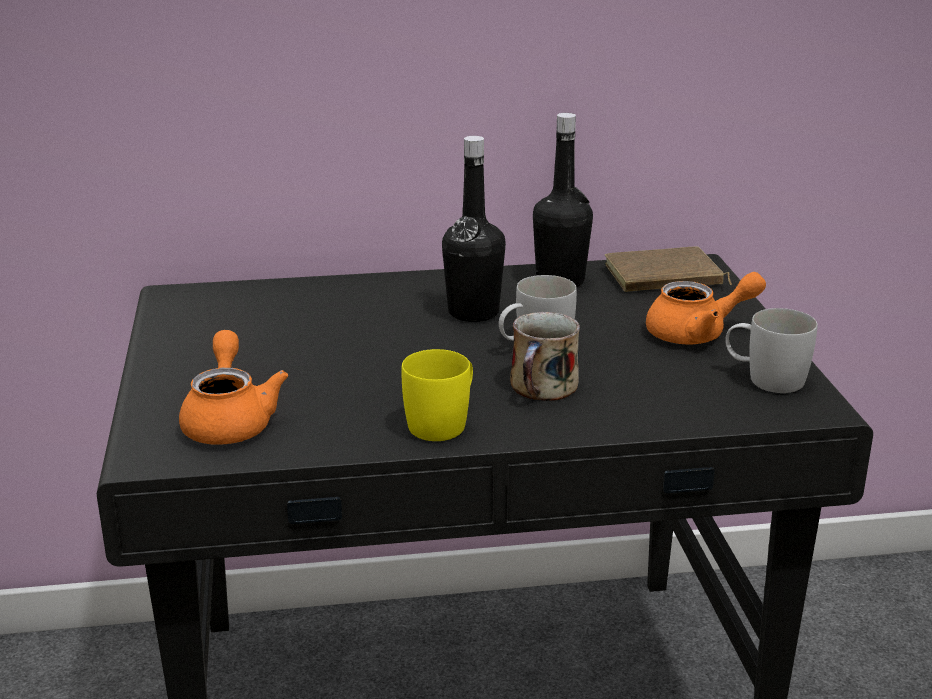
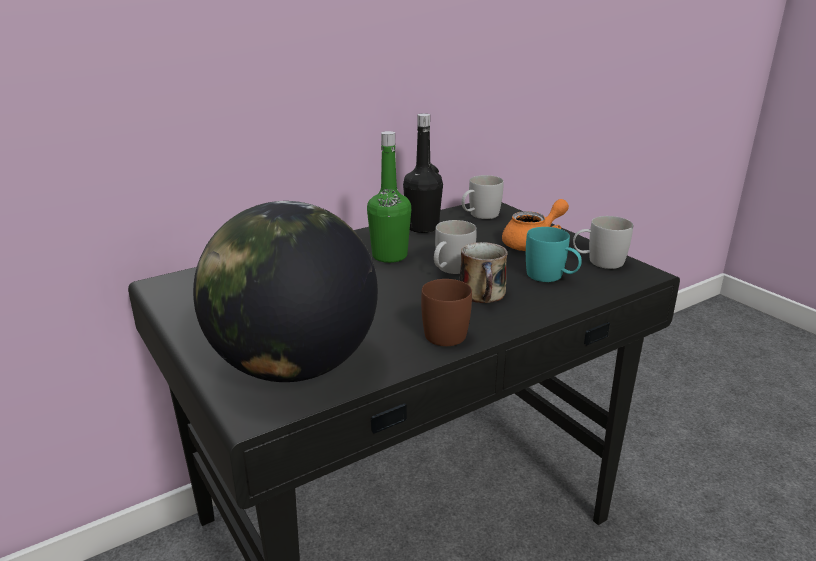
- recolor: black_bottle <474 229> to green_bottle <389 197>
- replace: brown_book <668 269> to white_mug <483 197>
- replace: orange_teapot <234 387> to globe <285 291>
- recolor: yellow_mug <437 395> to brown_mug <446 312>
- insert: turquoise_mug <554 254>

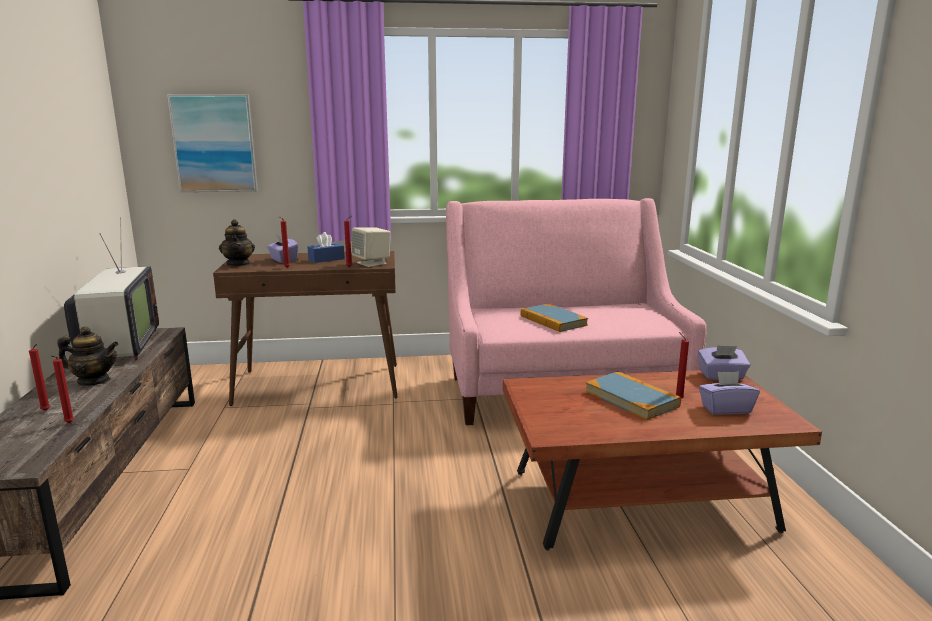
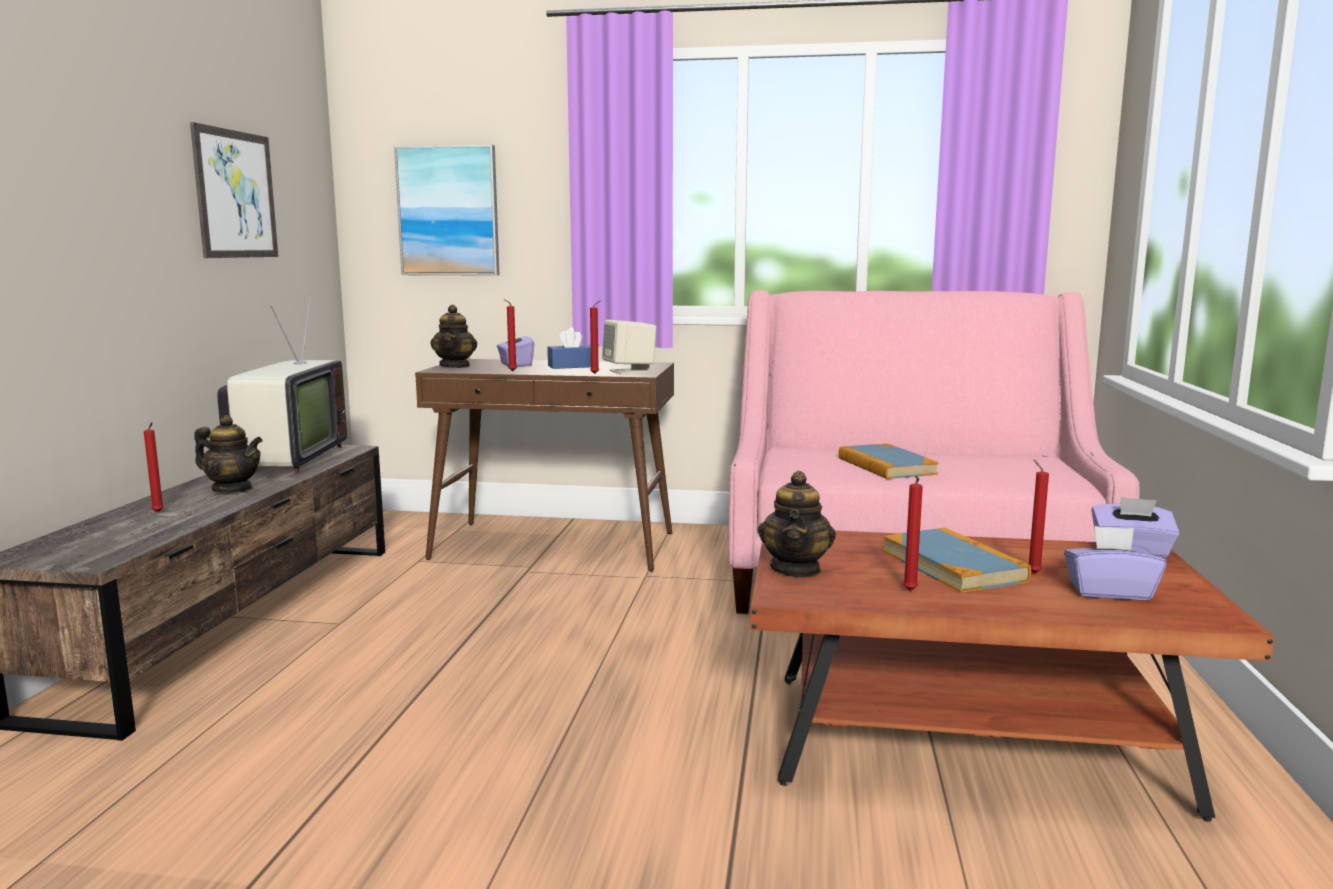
- move: red_candle <62 389> to <913 533>
- insert: picture <234 190>
- insert: teapot <797 524>

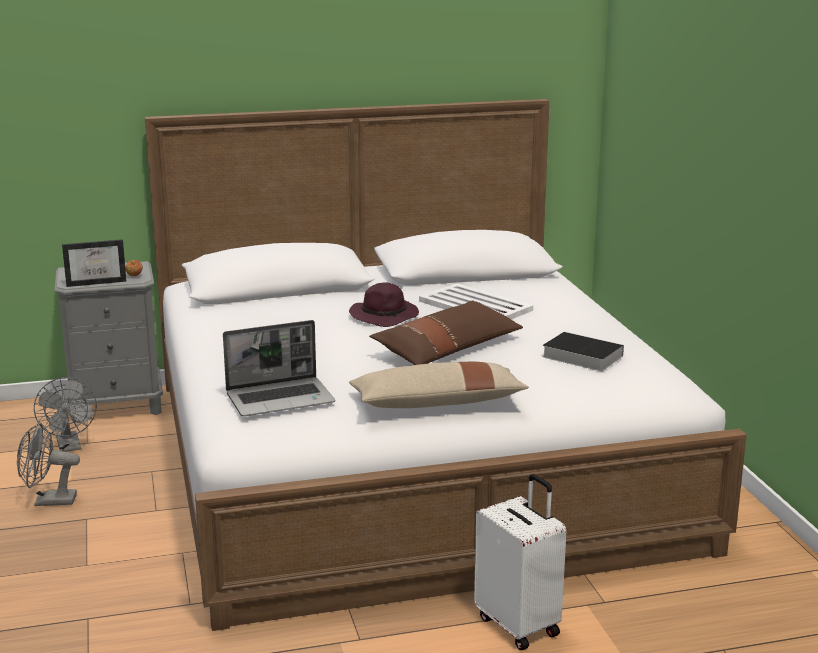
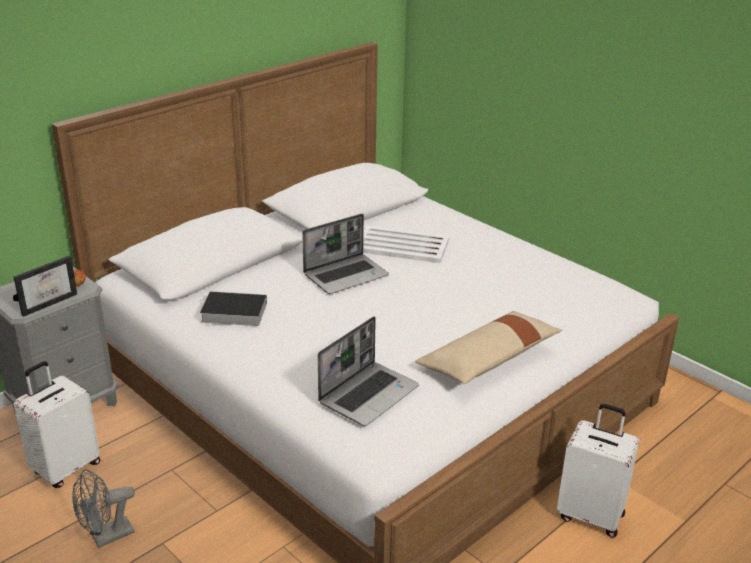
- replace: purple_hat <384 304> to laptop <345 254>
- delete: brown_pillow <446 332>
- move: book <583 351> to <233 308>
- replace: grey_fan <65 414> to white_suitcase <57 424>

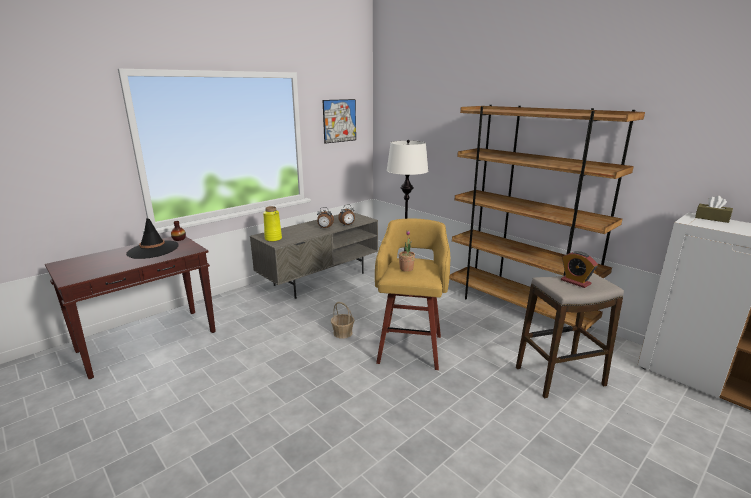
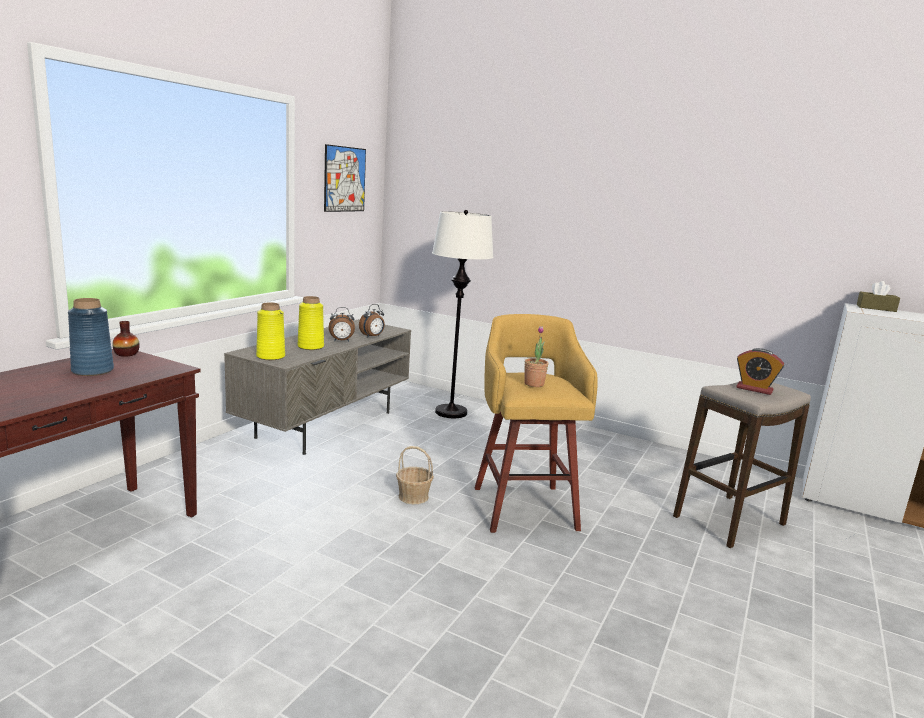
- delete: brown_bookcase <547 217>
- replace: black_hat <152 238> to blue_vase <91 337>
- insert: yellow_vase <310 323>

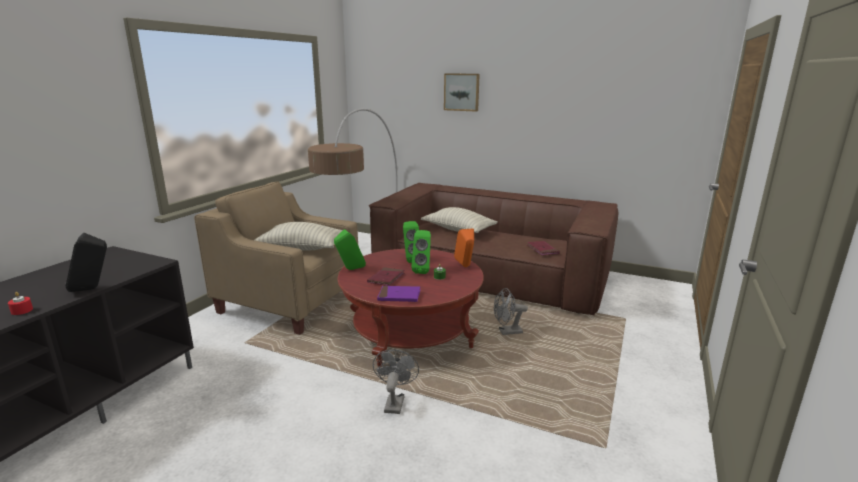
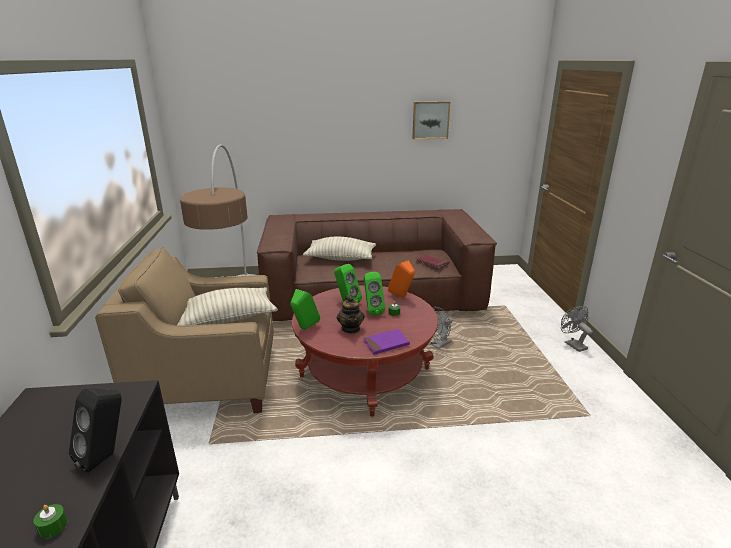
- move: picture <462 92> to <431 120>
- replace: red_book <385 276> to teapot <351 314>
- recolor: red_candle <20 303> to green_candle <50 521>
- move: grey_fan <396 381> to <577 329>

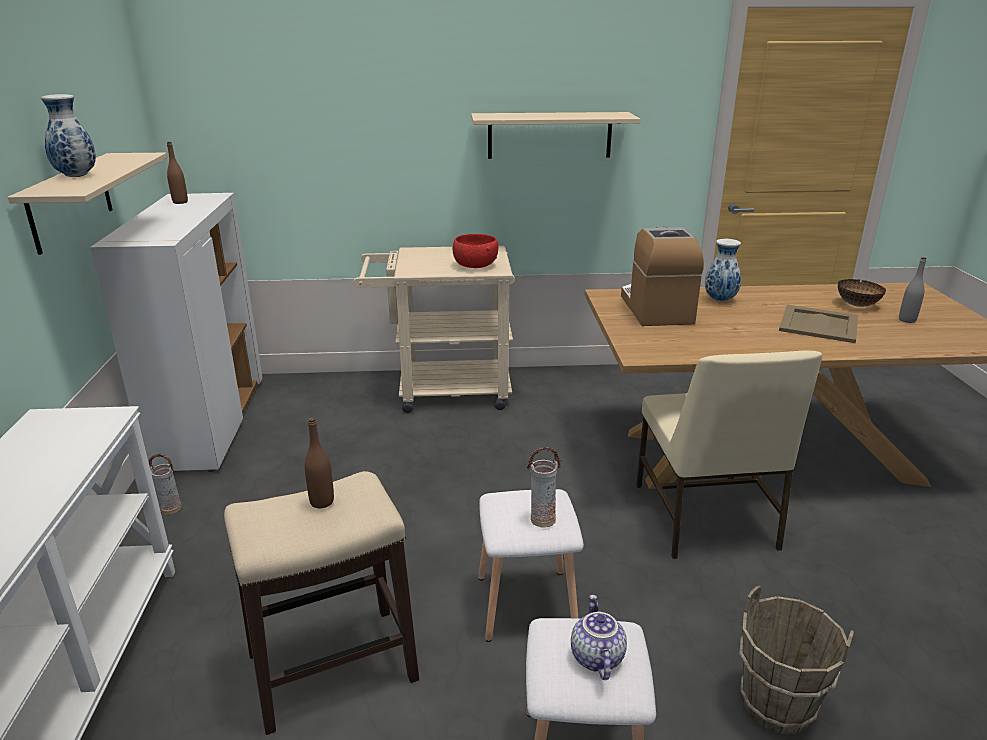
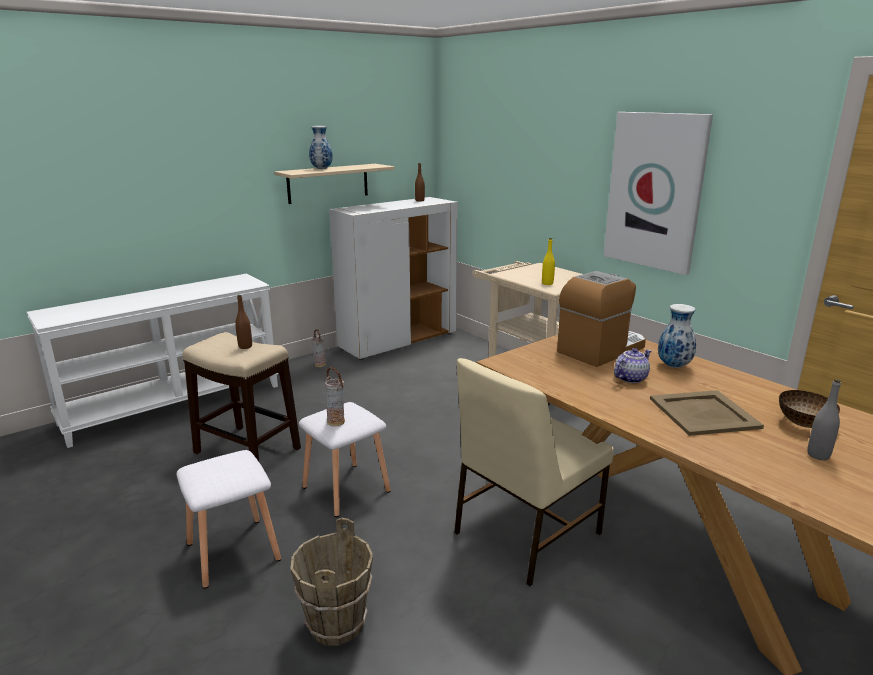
- replace: beige_shelf <556 135> to picture <658 193>
- replace: red_bowl <475 251> to yellow_bottle <548 261>
- move: teapot <599 637> to <632 365>

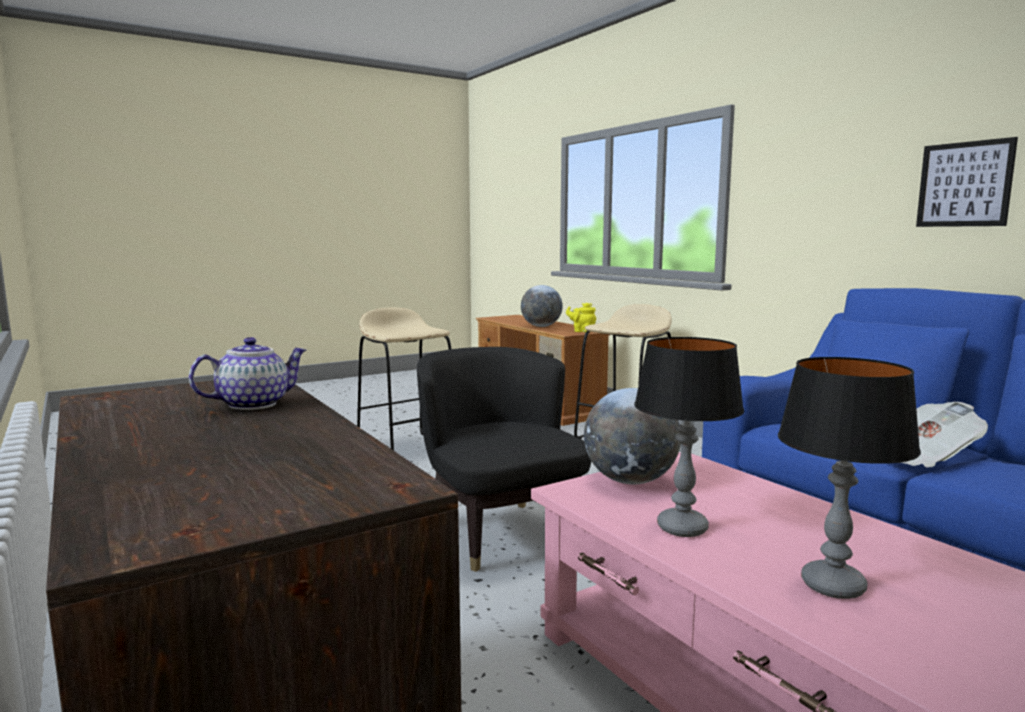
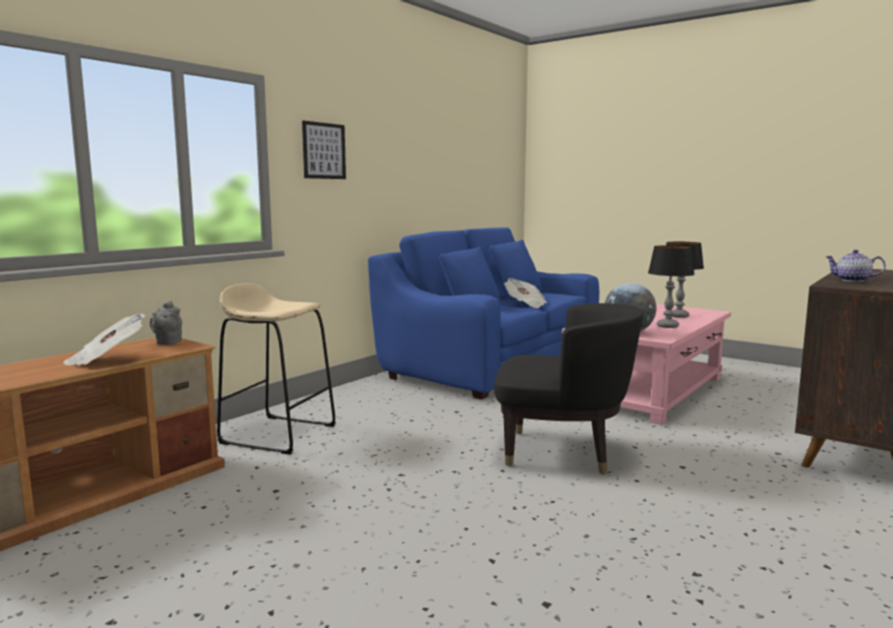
- move: picture <967 182> to <324 150>
- replace: globe <542 306> to newspaper <104 340>
- recolor: yellow_teapot <581 317> to grey_teapot <166 323>
- delete: beige_stool <404 379>
- rotate: black_armchair <504 459> = <568 389> 120 degrees counterclockwise

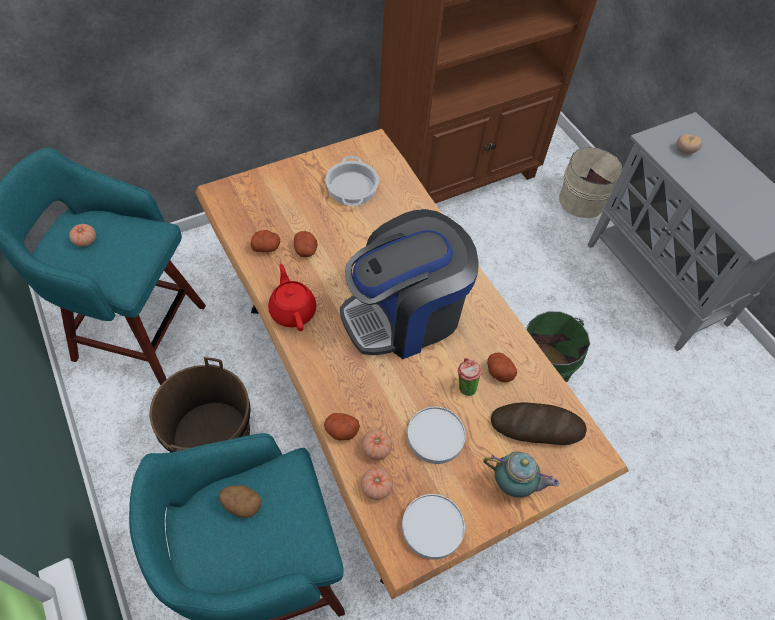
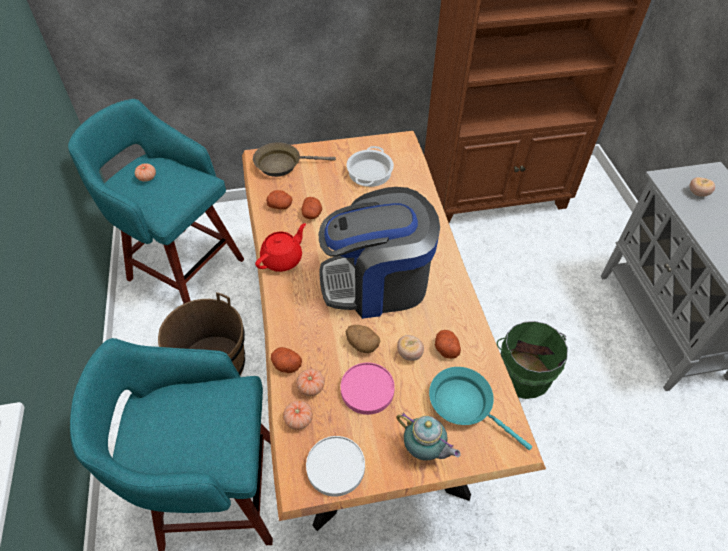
- delete: beige_bucket <590 182>
- rotate: red_teapot <292 297> = <280 247> 45 degrees clockwise
- replace: cup <469 377> to tomato <410 348>
- replace: bread <539 423> to turquoise_frying_pan <481 408>
- recolor: white_plate <436 435> to pink_plate <368 389>
- move: potato <240 501> to <363 339>
- insert: brown_frying_pan <294 159>

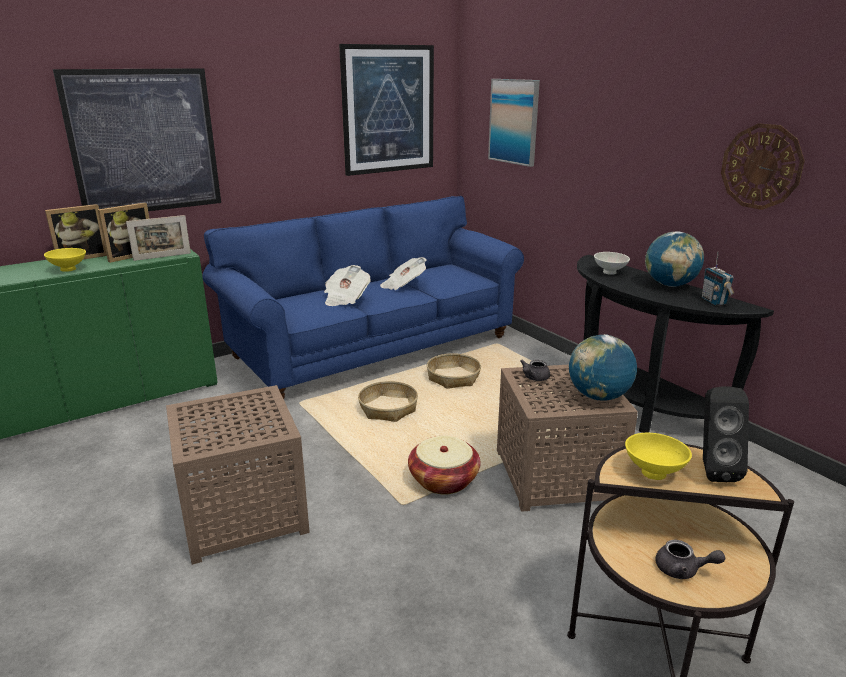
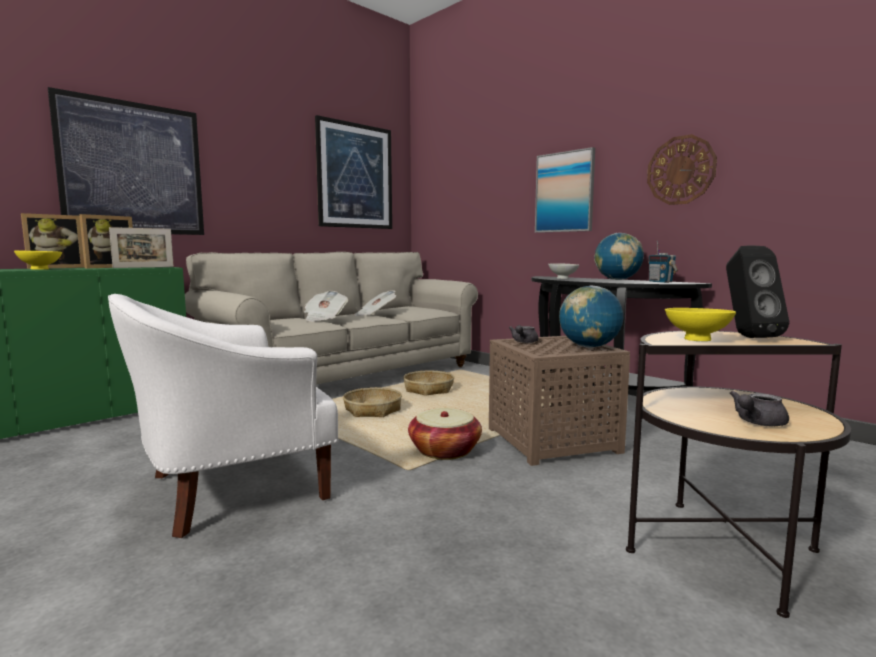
- move: picture <514 123> to <565 190>
- recolor: blue_sofa <363 297> to beige_sofa <331 318>
- replace: brown_side_table <238 475> to white_armchair <223 416>
- rotate: grey_teapot <690 559> = <759 408> 135 degrees clockwise

